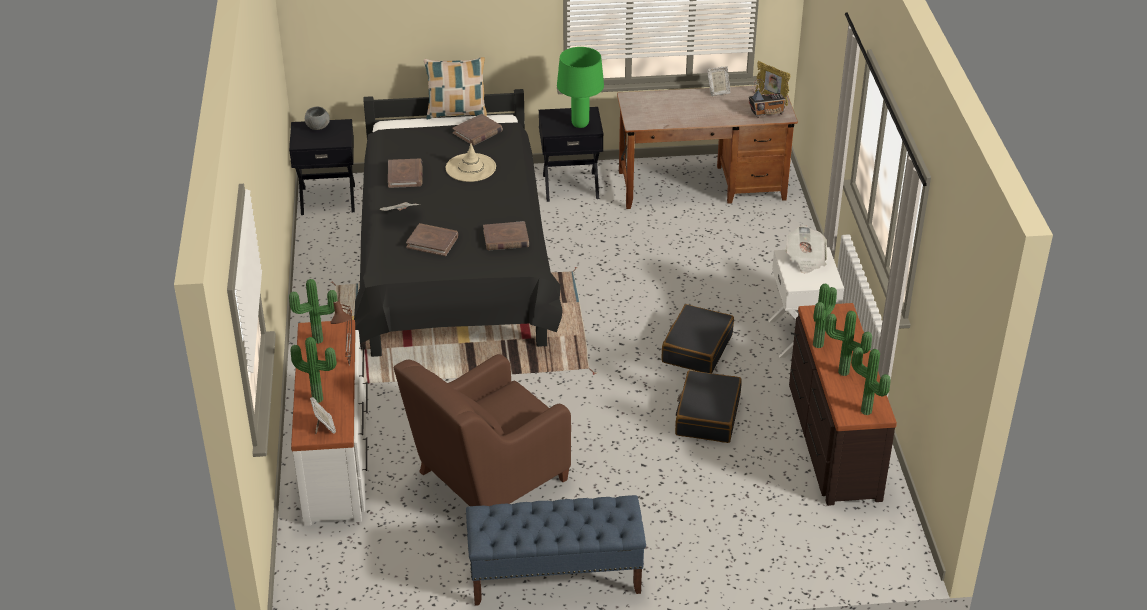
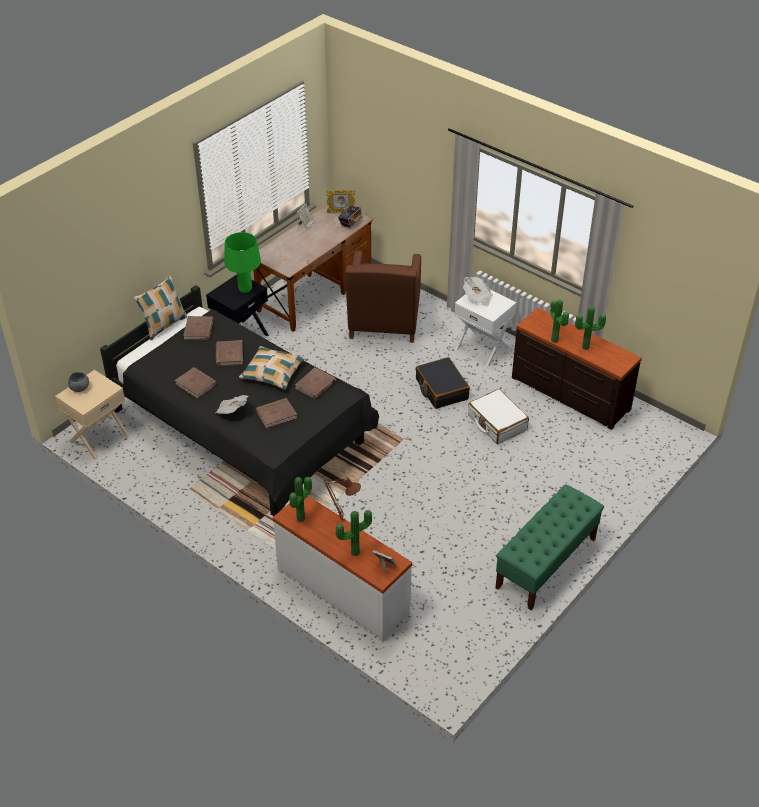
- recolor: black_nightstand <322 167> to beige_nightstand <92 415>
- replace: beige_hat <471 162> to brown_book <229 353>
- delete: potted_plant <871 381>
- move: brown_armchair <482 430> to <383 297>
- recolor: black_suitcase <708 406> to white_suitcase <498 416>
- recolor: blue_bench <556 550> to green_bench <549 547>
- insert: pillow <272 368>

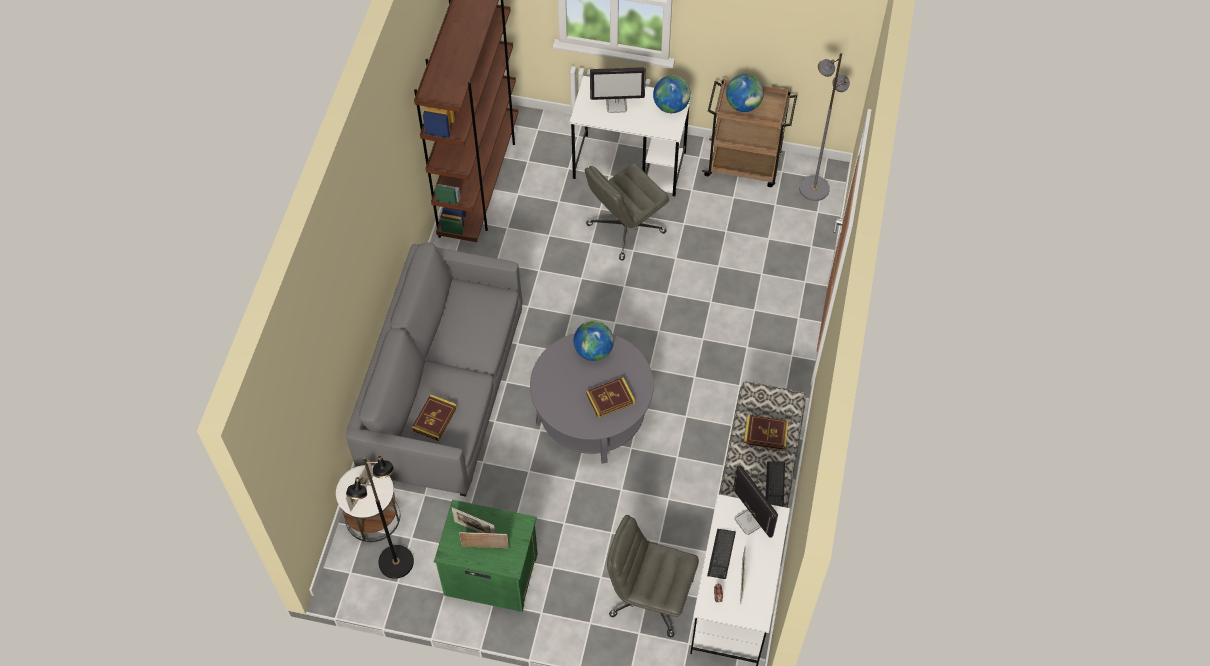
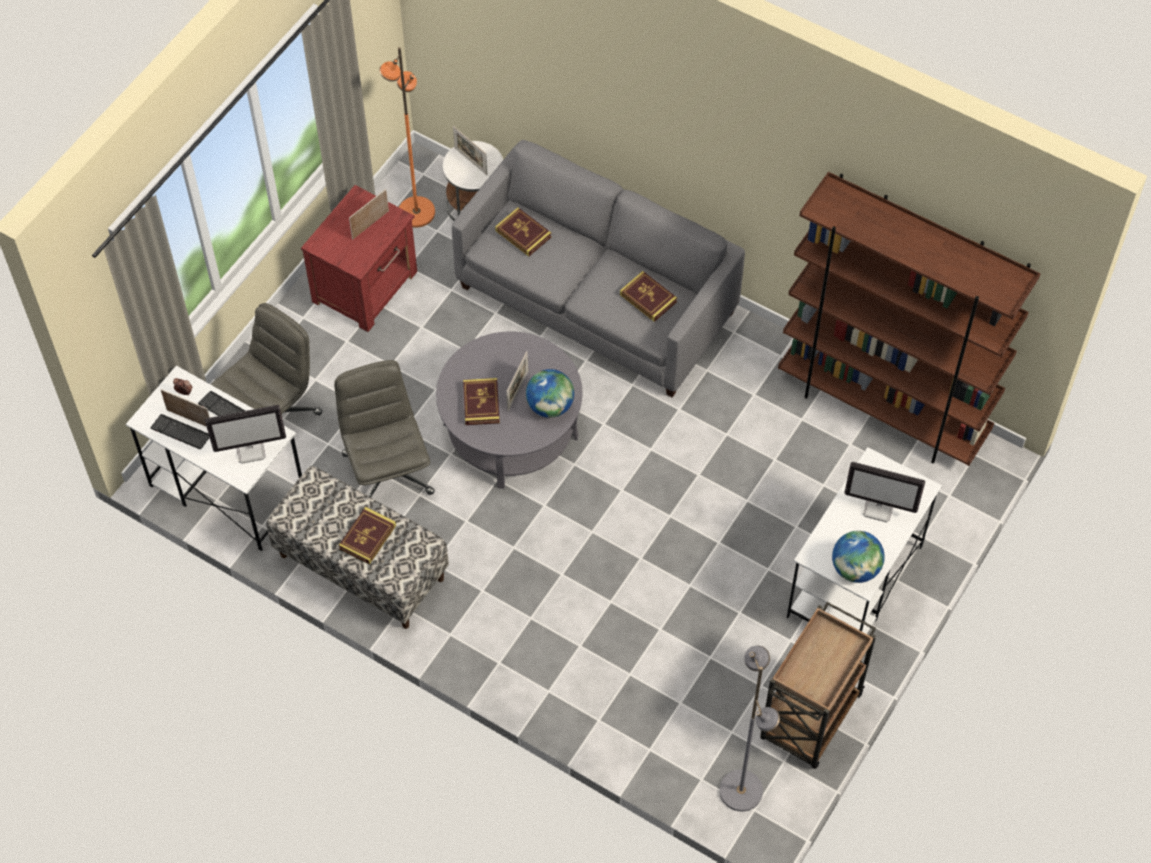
- rotate: monitor <618 90> = <884 492> 90 degrees counterclockwise
- delete: globe <745 93>
- move: grey_office_chair <627 211> to <384 428>
- recolor: black_floor_lamp <380 517> to orange_floor_lamp <407 137>
- move: keyboard <775 484> to <180 431>
- recolor: green_nightstand <486 556> to red_nightstand <359 258>
- move: picture_frame <484 540> to <517 381>
- insert: book <648 296>

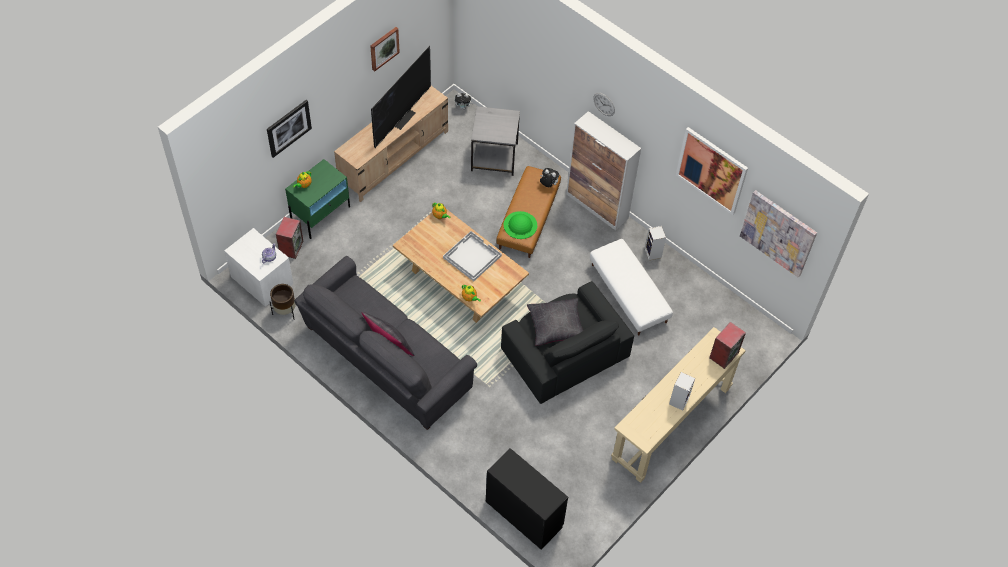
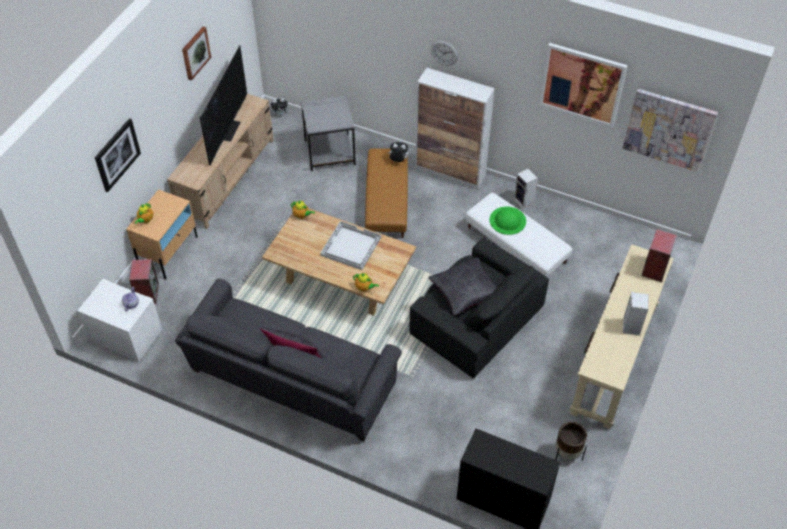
- recolor: green_nightstand <317 199> to beige_nightstand <162 234>
- move: green_hat <520 225> to <507 221>
- move: brown_planter <283 302> to <571 441>

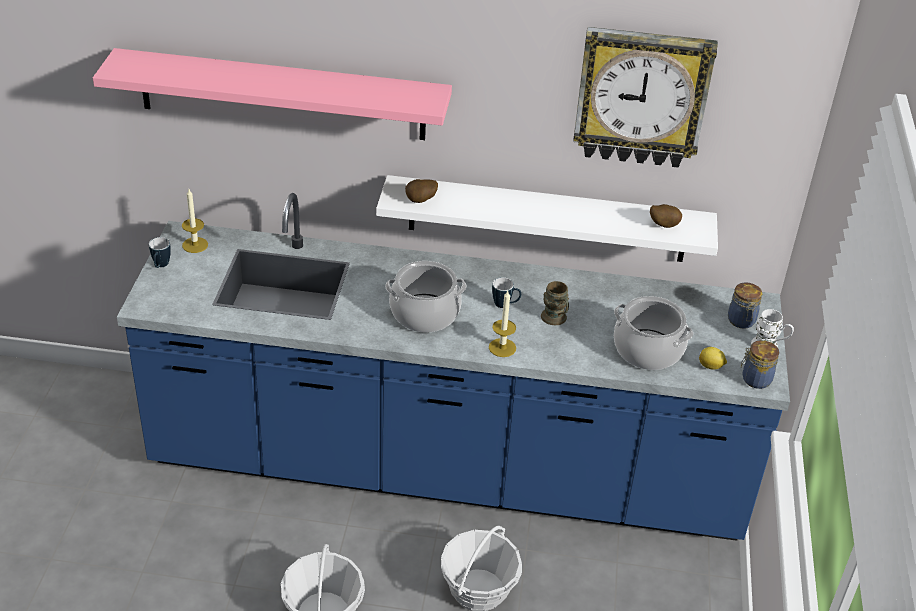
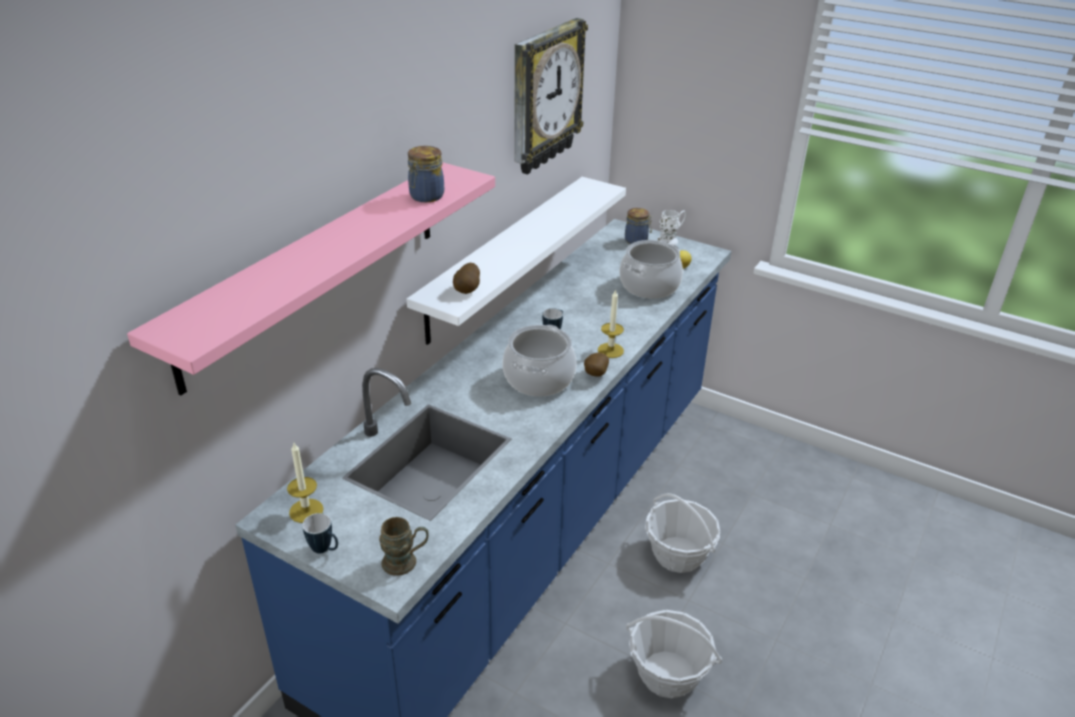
- move: potato <666 216> to <596 365>
- move: brown_mug <555 303> to <404 546>
- move: jar <760 364> to <426 174>

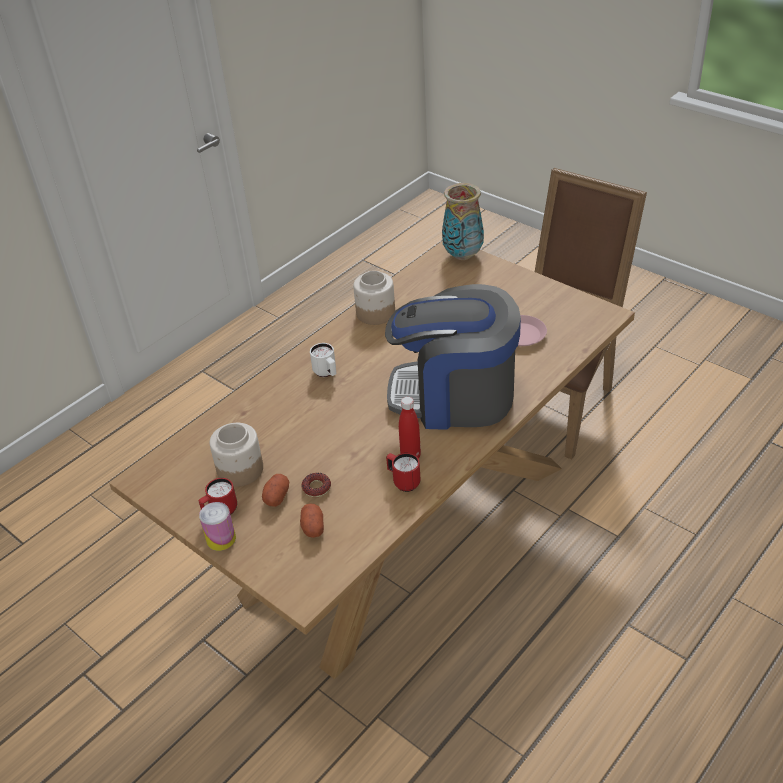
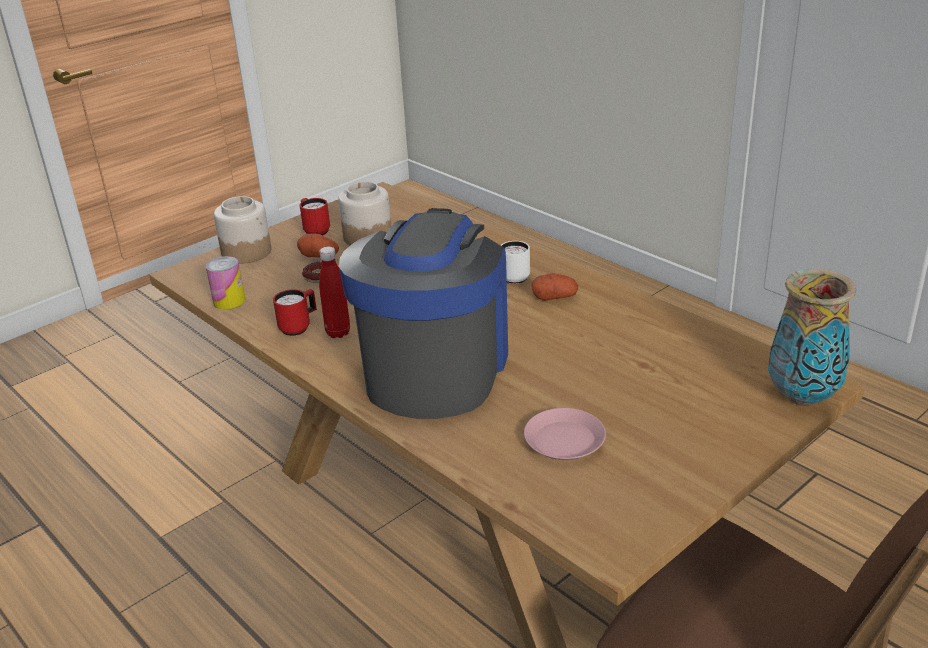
- move: jar <374 298> to <242 230>
- move: can <217 526> to <226 283>
- move: potato <312 520> to <554 287>

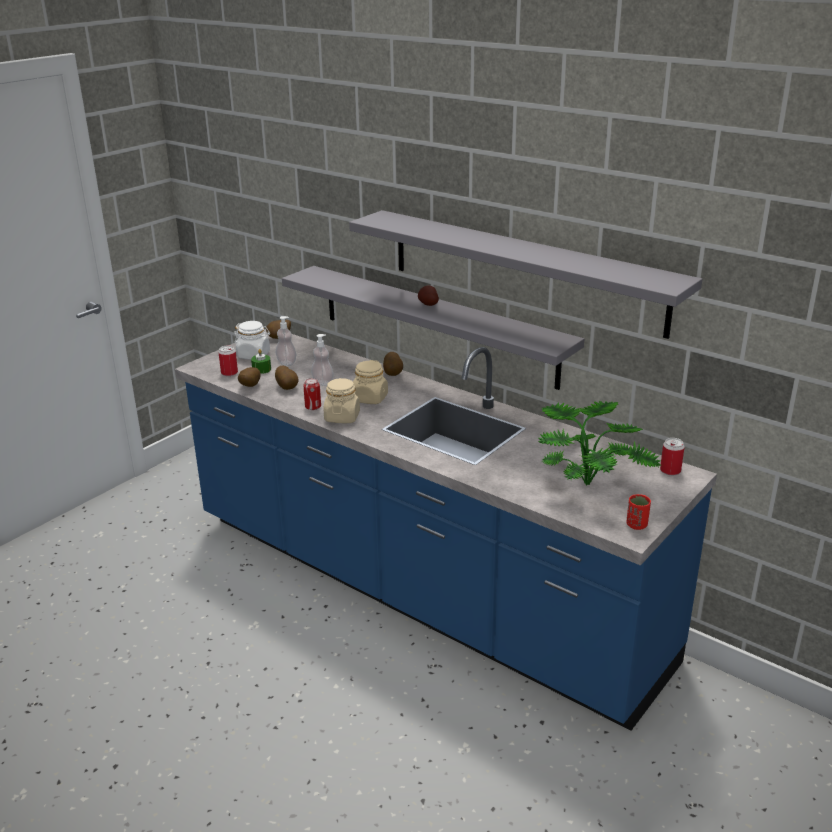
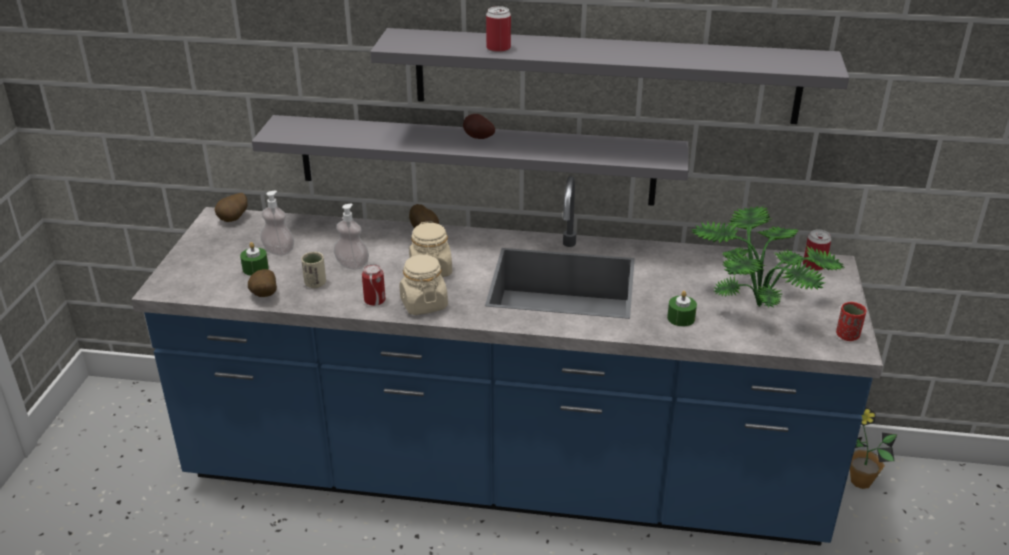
- delete: white_jar <252 340>
- move: can <228 361> to <498 29>
- replace: potato <287 378> to beige_cup <313 270>
- insert: green_candle <682 308>
- insert: potted_plant <874 448>

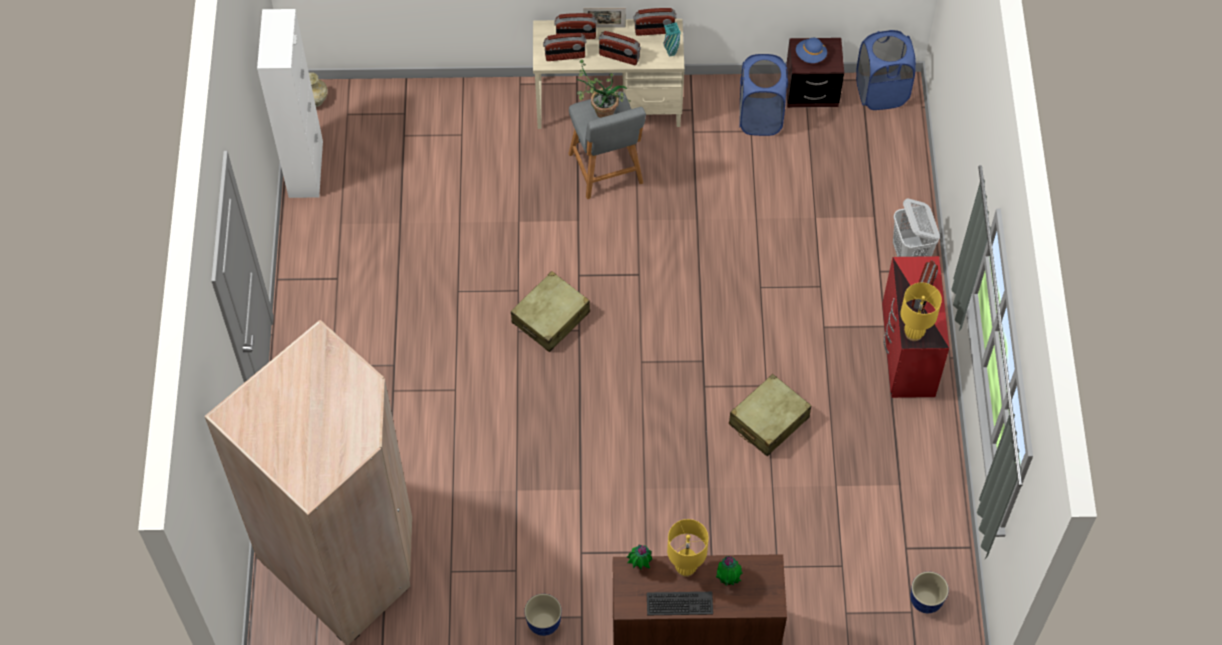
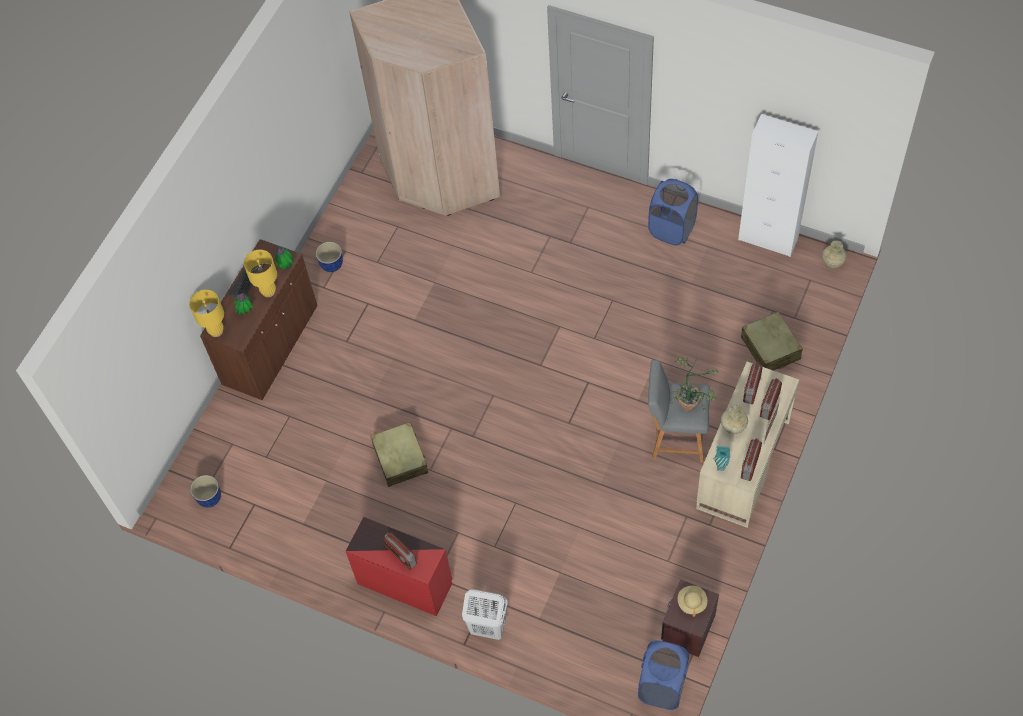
- replace: radio <620 48> to beige_vase <734 419>
- recolor: blue_hat <811 50> to beige_hat <692 601>
- move: blue_laundry_basket <763 95> to <673 212>
- move: beige_suitcase <550 311> to <772 341>
- move: yellow_table_lamp <921 311> to <206 313>

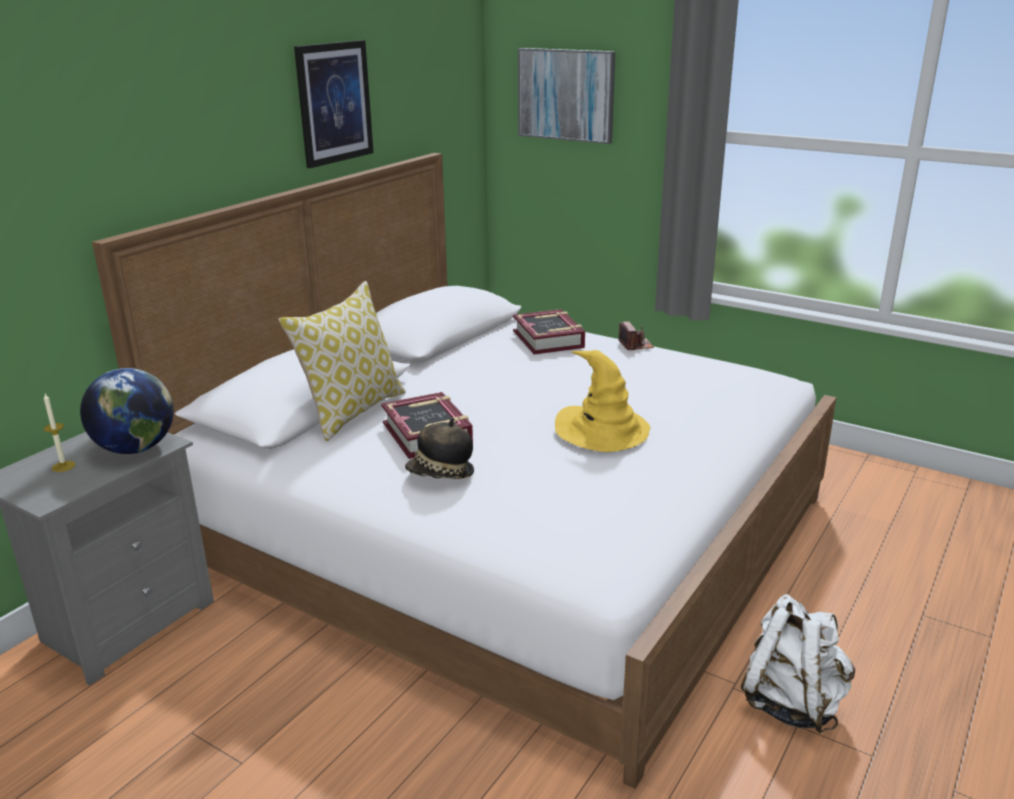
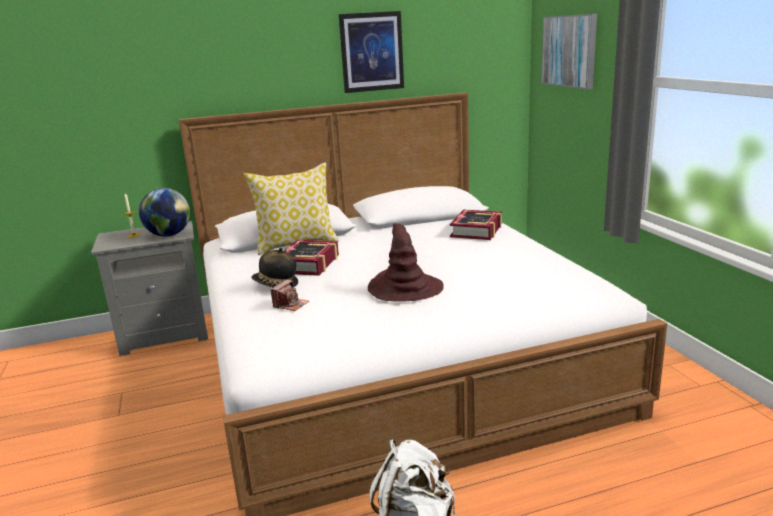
- move: photo_camera <636 336> to <289 295>
- recolor: yellow_hat <602 401> to brown_hat <406 263>

